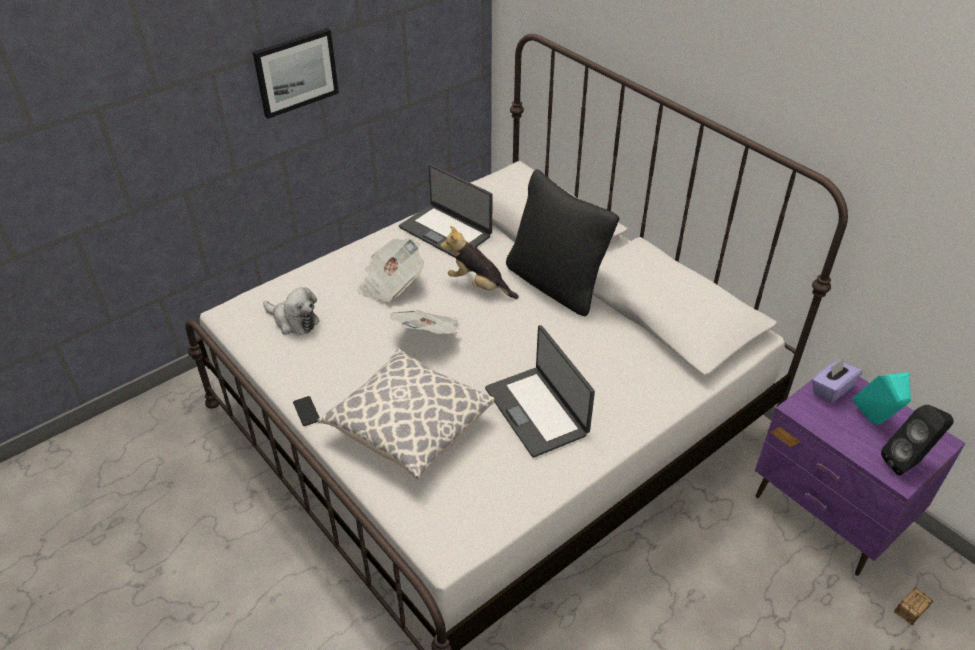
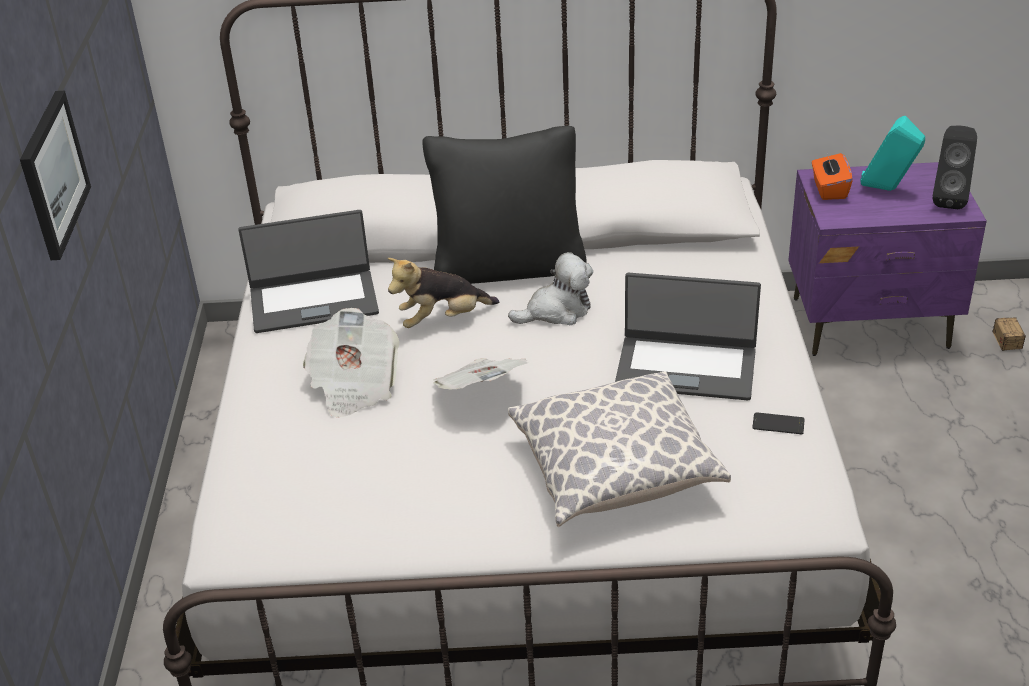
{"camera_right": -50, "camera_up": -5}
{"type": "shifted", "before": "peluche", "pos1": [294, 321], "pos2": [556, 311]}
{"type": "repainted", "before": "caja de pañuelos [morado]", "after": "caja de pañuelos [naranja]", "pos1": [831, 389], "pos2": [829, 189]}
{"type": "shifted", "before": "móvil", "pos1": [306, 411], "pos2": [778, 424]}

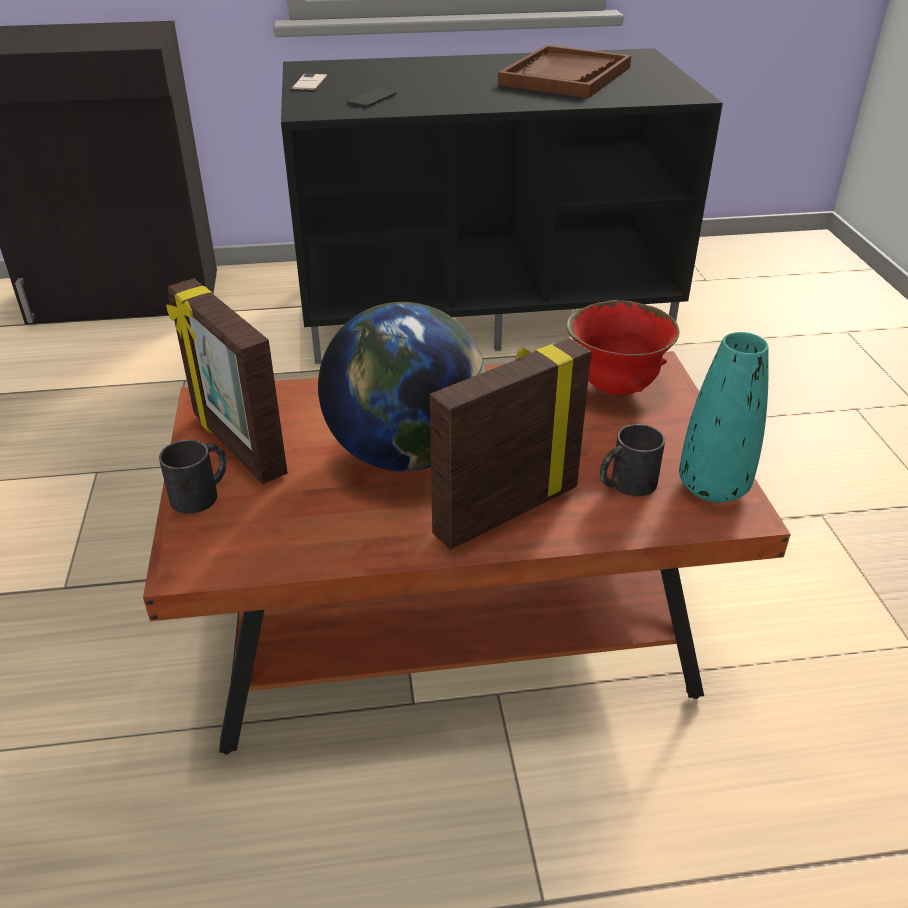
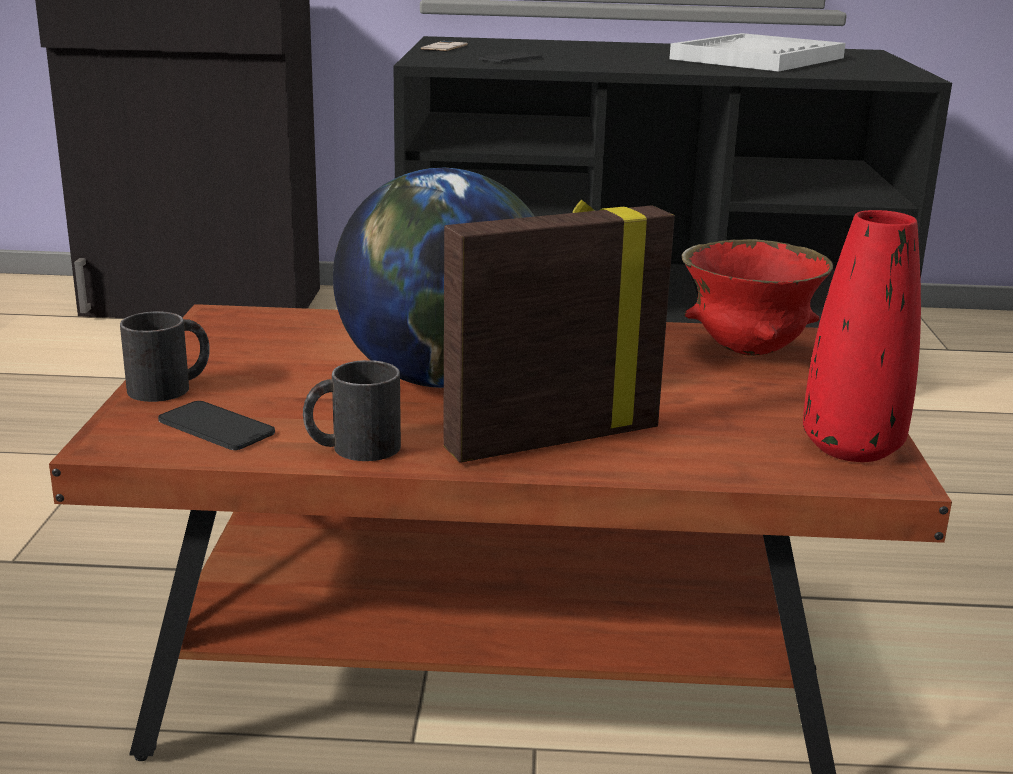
{"camera_right": 10, "camera_up": -15}
{"type": "repainted", "before": "bandeja [marrón]", "after": "bandeja [blanco]", "pos1": [565, 76], "pos2": [758, 58]}
{"type": "gone", "before": "portarretratos", "pos1": [237, 445]}
{"type": "repainted", "before": "florero [turquesa]", "after": "florero [rojo]", "pos1": [713, 487], "pos2": [851, 448]}
{"type": "shifted", "before": "taza grande [negro]", "pos1": [625, 484], "pos2": [352, 448]}
{"type": "new", "after": "móvil", "pos2": [216, 427]}

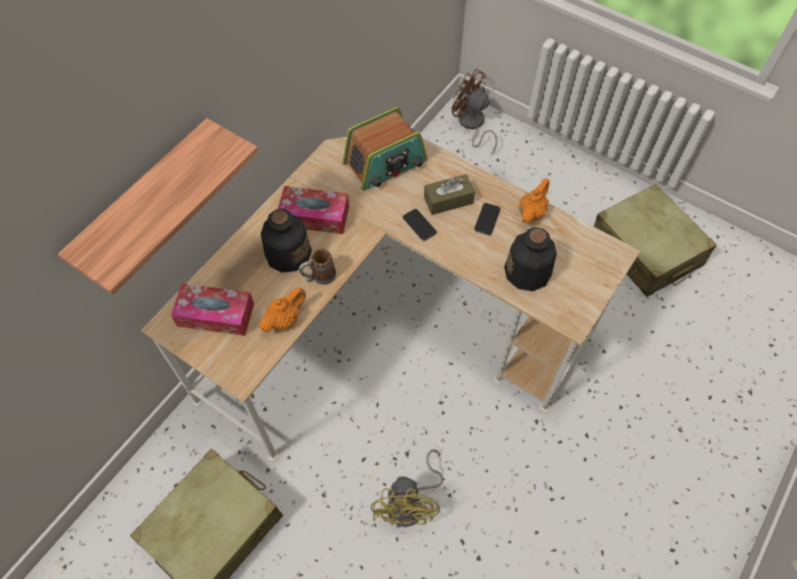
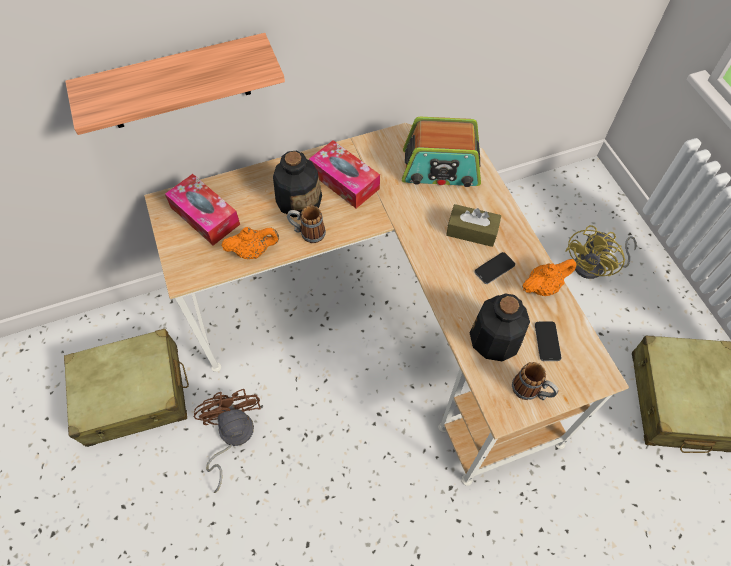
{"camera_right": 35, "camera_up": 0}
{"type": "shifted", "before": "ventilador [marrón]", "pos1": [472, 125], "pos2": [232, 437]}
{"type": "shifted", "before": "móvil", "pos1": [419, 225], "pos2": [547, 341]}
{"type": "shifted", "before": "ventilador [amarillo]", "pos1": [411, 503], "pos2": [595, 266]}
{"type": "new", "after": "taza grande", "pos2": [531, 391]}

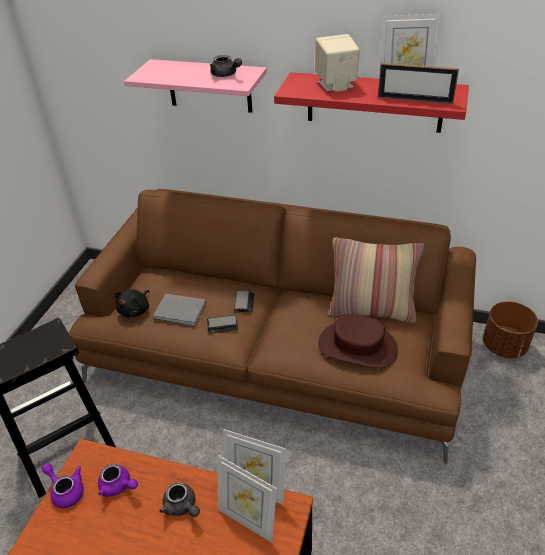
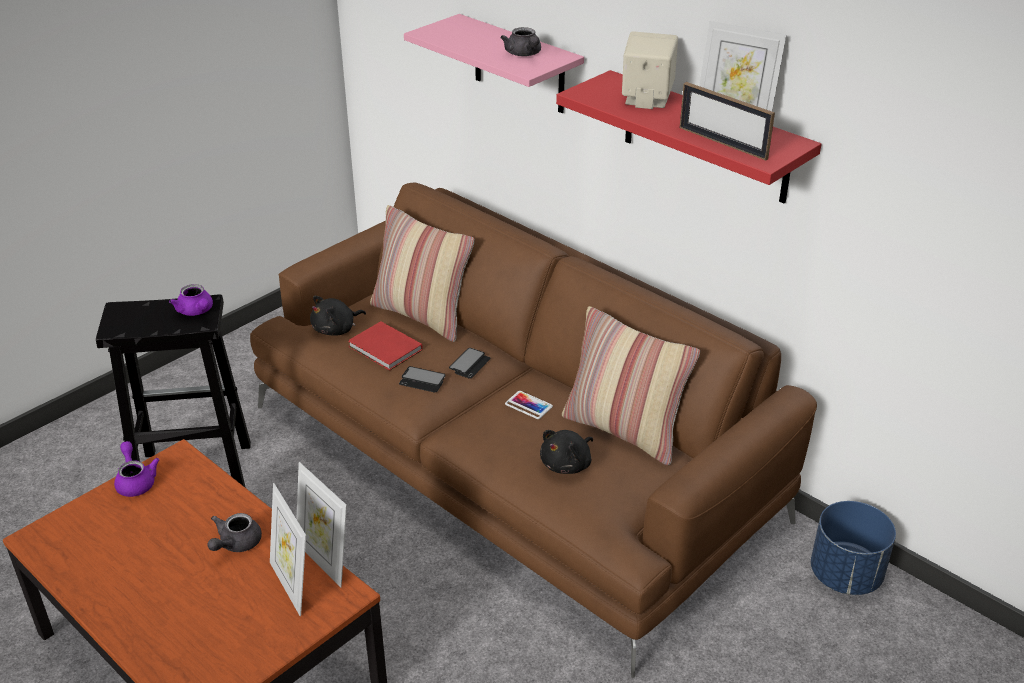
{"camera_right": 25, "camera_up": -5}
{"type": "repainted", "before": "libro [gris]", "after": "libro [rojo]", "pos1": [181, 312], "pos2": [385, 349]}
{"type": "repainted", "before": "maceta [marrón]", "after": "maceta [azul]", "pos1": [504, 346], "pos2": [846, 575]}
{"type": "swapped", "before": "sombrero [marrón]", "after": "peluche [negro]", "pos1": [357, 346], "pos2": [567, 464]}
{"type": "shifted", "before": "tetera [morado]", "pos1": [118, 486], "pos2": [196, 311]}
{"type": "rotated", "before": "tetera [gris]", "pos1": [182, 506], "pos2": [236, 544], "turn": 45}
{"type": "new", "after": "cojín", "pos2": [422, 315]}
{"type": "new", "after": "móvil", "pos2": [528, 405]}

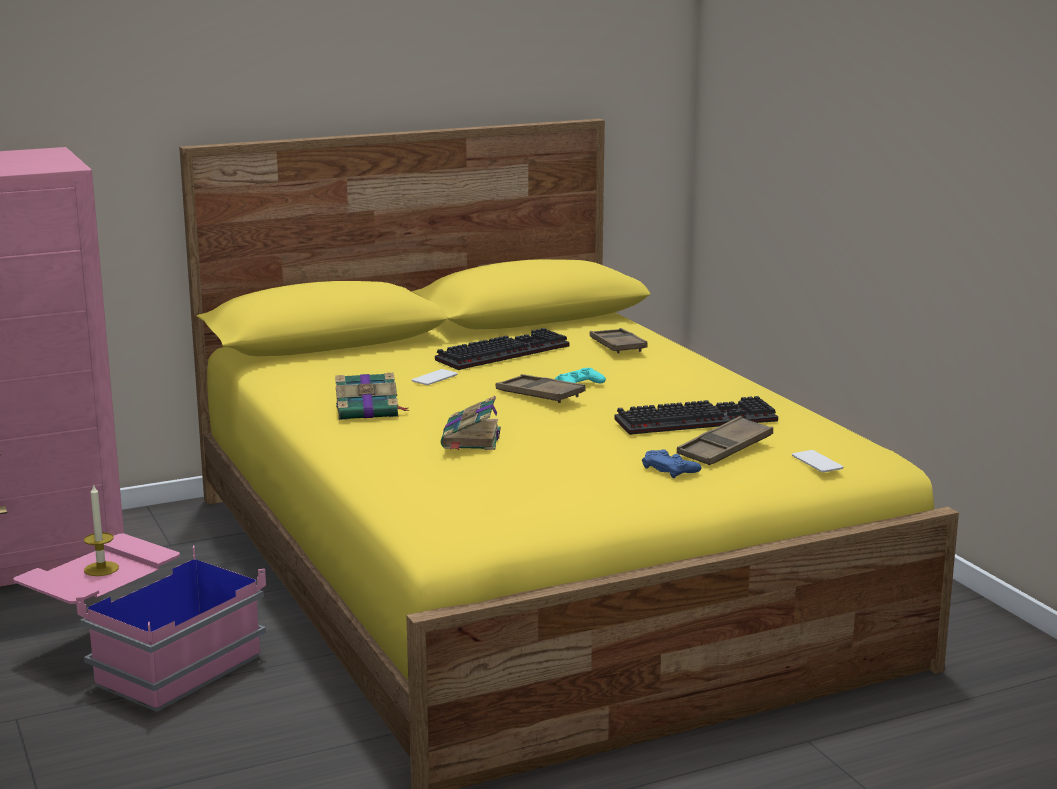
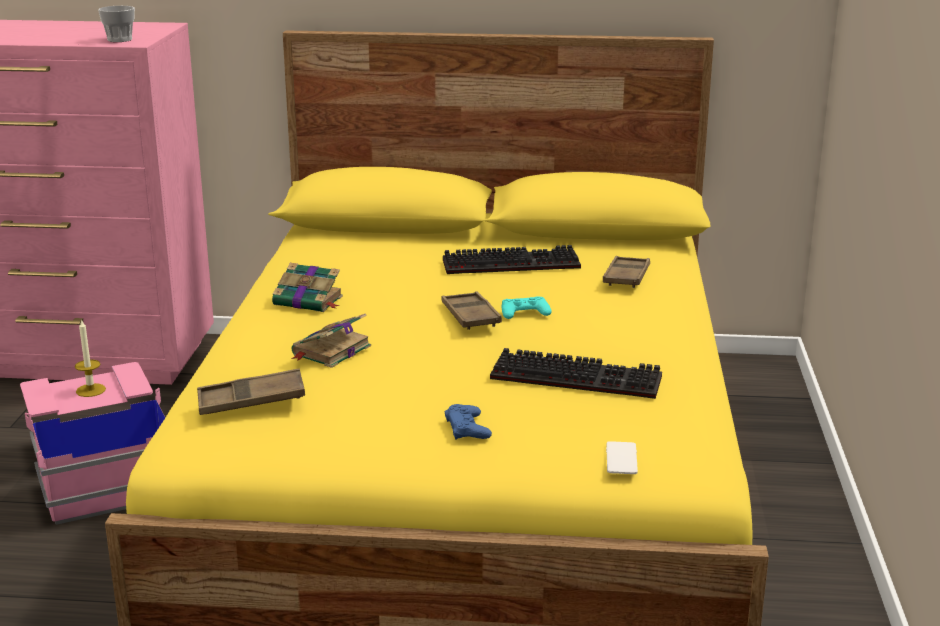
{"camera_right": 30, "camera_up": 5}
{"type": "gone", "before": "móvil", "pos1": [434, 378]}
{"type": "shifted", "before": "bandeja [marrón]", "pos1": [725, 449], "pos2": [251, 400]}
{"type": "new", "after": "taza", "pos2": [119, 40]}

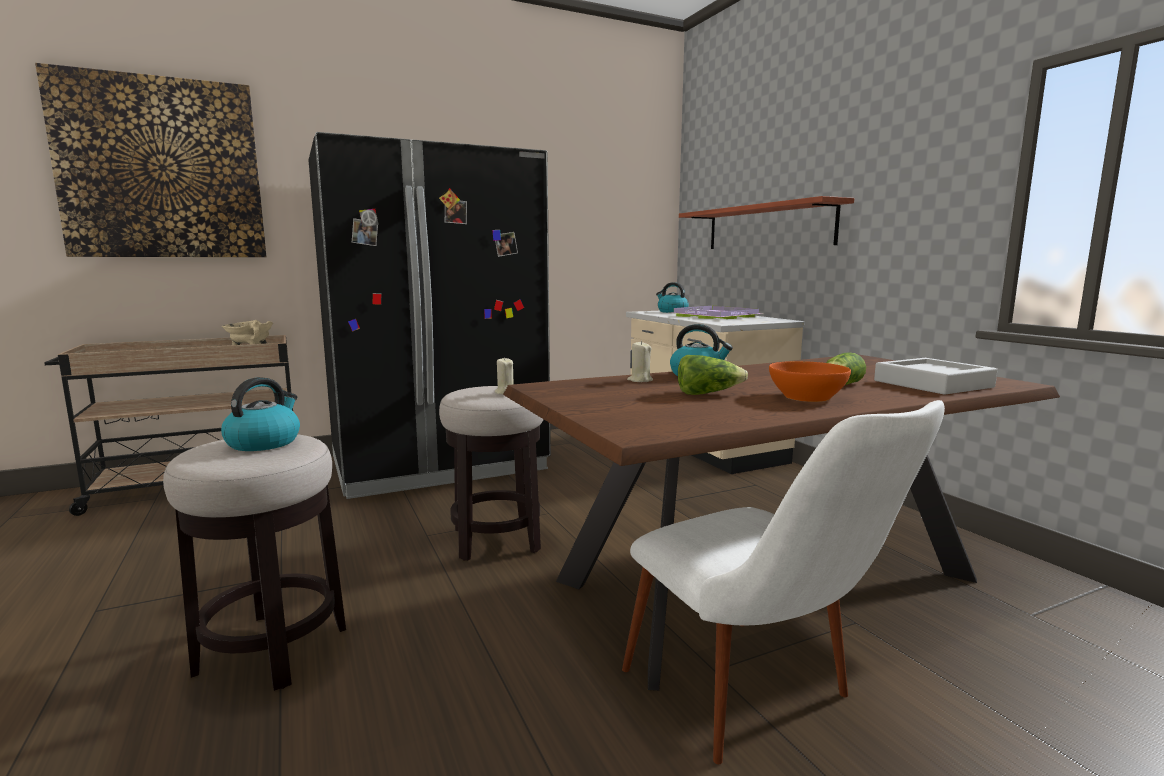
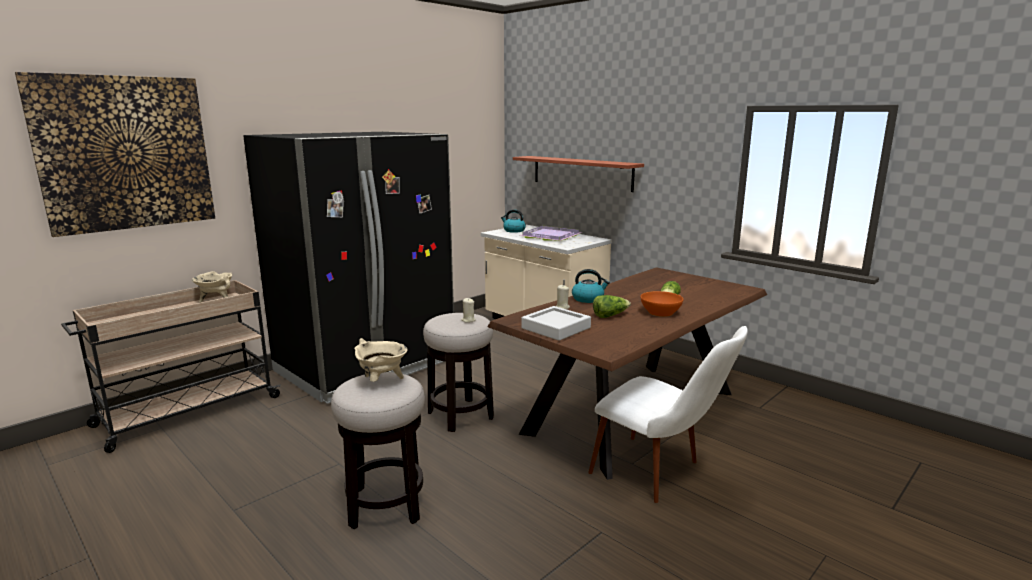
{"camera_right": -20, "camera_up": 5}
{"type": "shifted", "before": "bandeja [gris]", "pos1": [932, 384], "pos2": [556, 328]}
{"type": "swapped", "before": "hervidor", "after": "olla [beis]", "pos1": [264, 442], "pos2": [382, 382]}

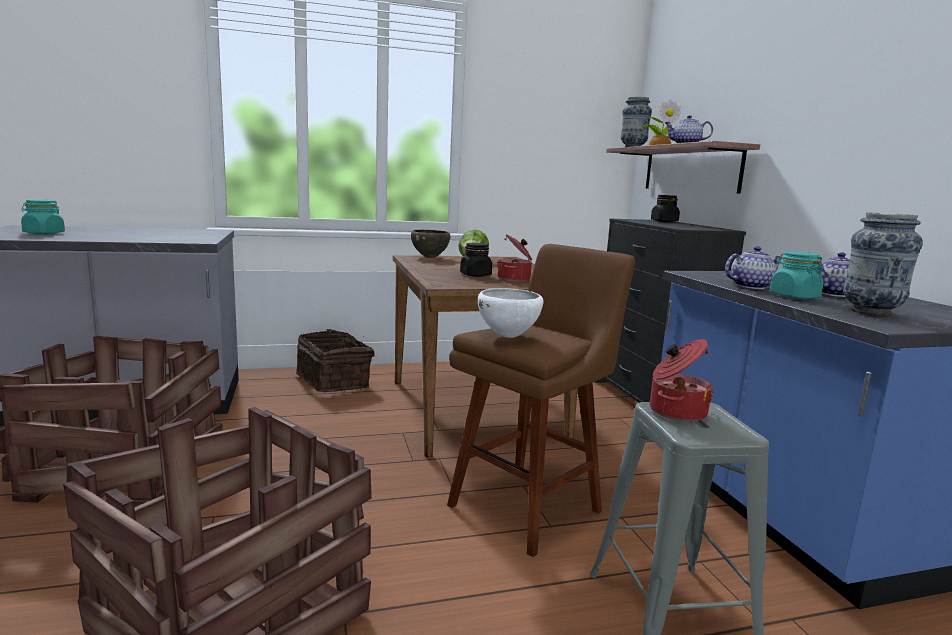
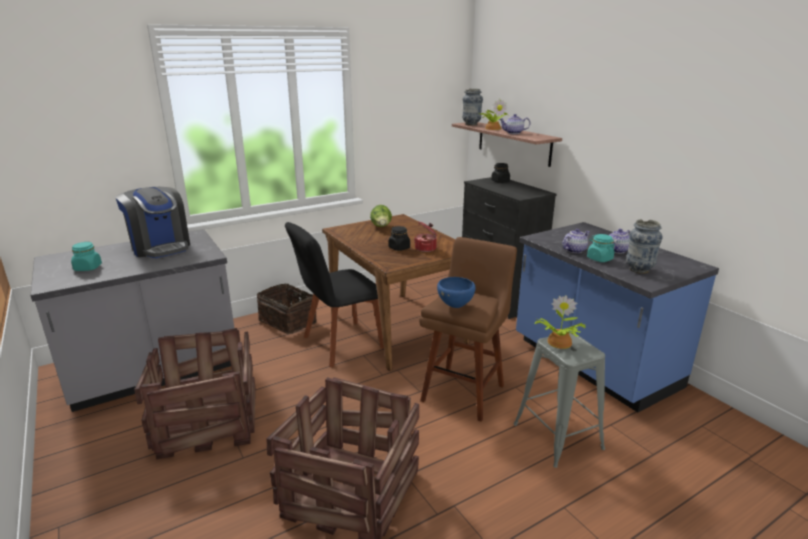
{"camera_right": -15, "camera_up": 10}
{"type": "gone", "before": "cuenco [marrón]", "pos1": [430, 257]}
{"type": "repainted", "before": "cuenco [blanco]", "after": "cuenco [azul]", "pos1": [508, 336], "pos2": [455, 306]}
{"type": "swapped", "before": "olla", "after": "planta en maceta", "pos1": [675, 411], "pos2": [558, 342]}
{"type": "new", "after": "cafetera", "pos2": [160, 247]}
{"type": "new", "after": "silla [negro]", "pos2": [340, 344]}

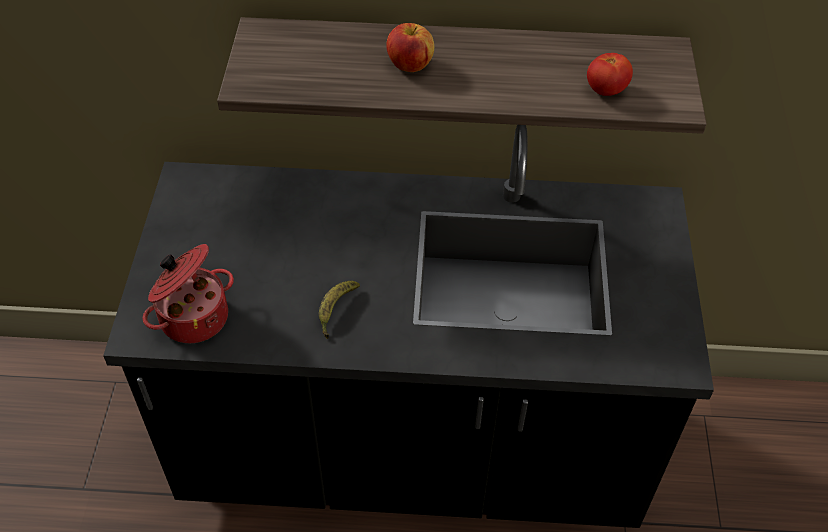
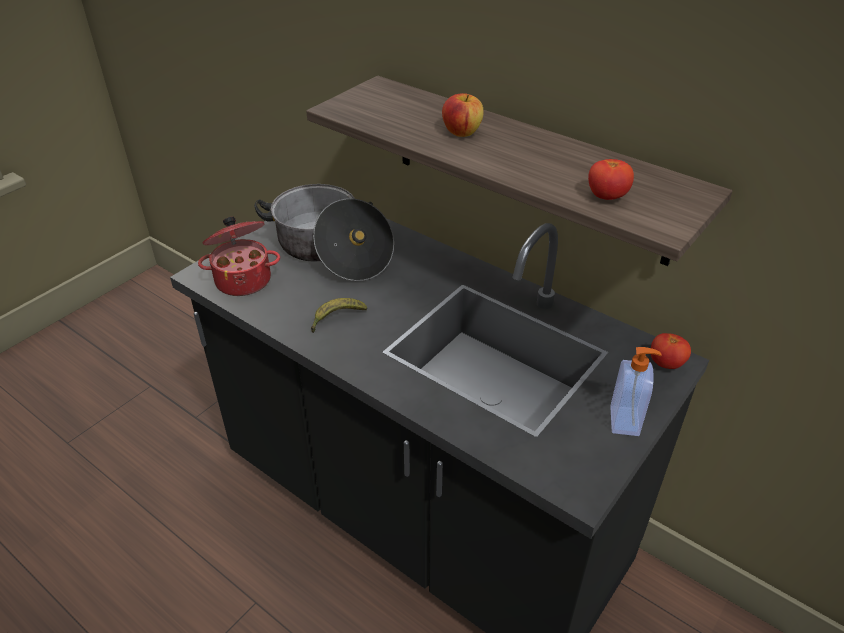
{"camera_right": 35, "camera_up": -10}
{"type": "new", "after": "olla", "pos2": [331, 250]}
{"type": "new", "after": "tomate", "pos2": [666, 364]}
{"type": "new", "after": "dispensador de jabón", "pos2": [626, 421]}

